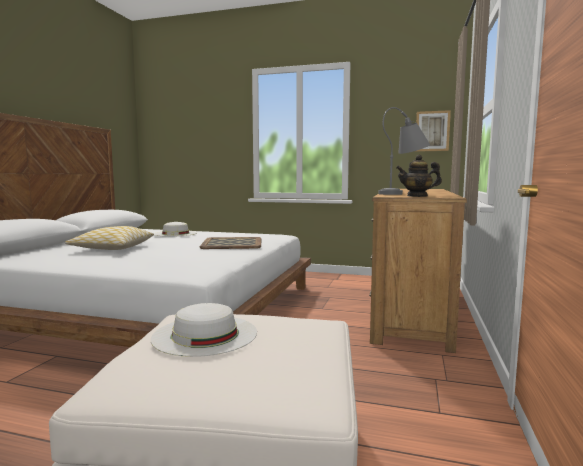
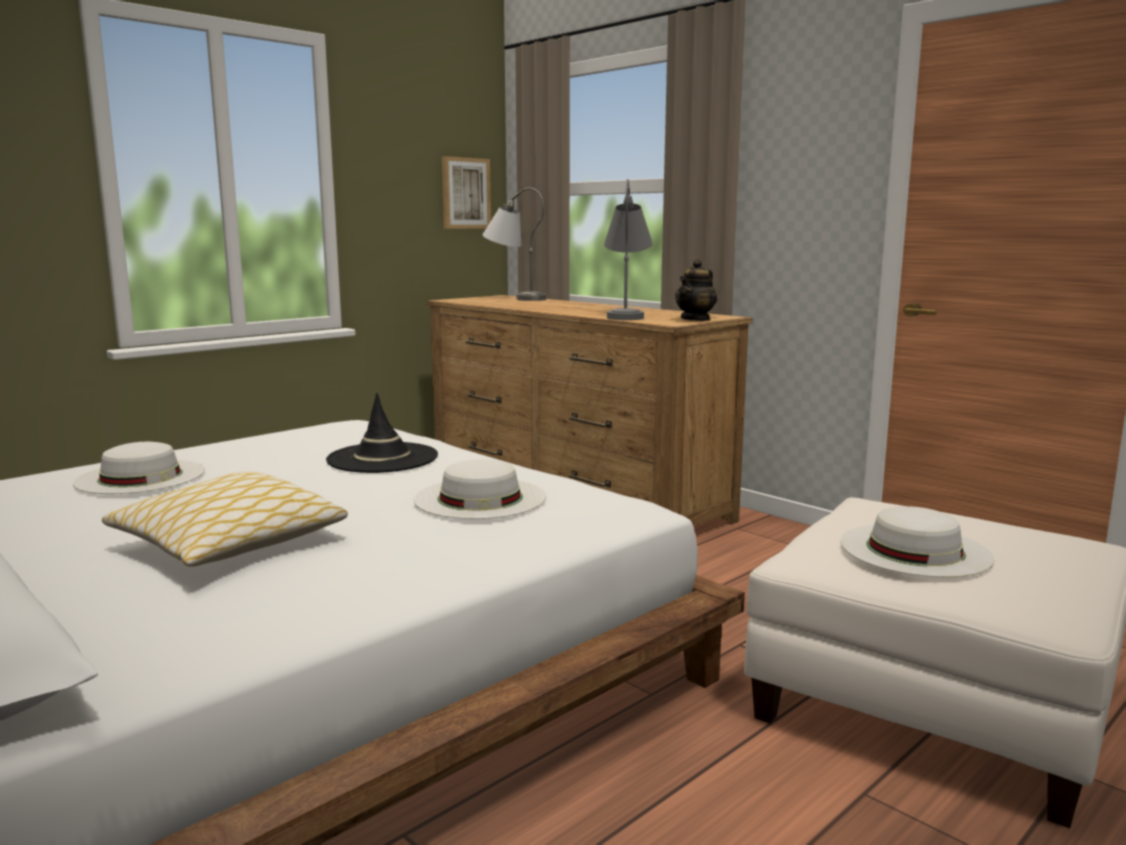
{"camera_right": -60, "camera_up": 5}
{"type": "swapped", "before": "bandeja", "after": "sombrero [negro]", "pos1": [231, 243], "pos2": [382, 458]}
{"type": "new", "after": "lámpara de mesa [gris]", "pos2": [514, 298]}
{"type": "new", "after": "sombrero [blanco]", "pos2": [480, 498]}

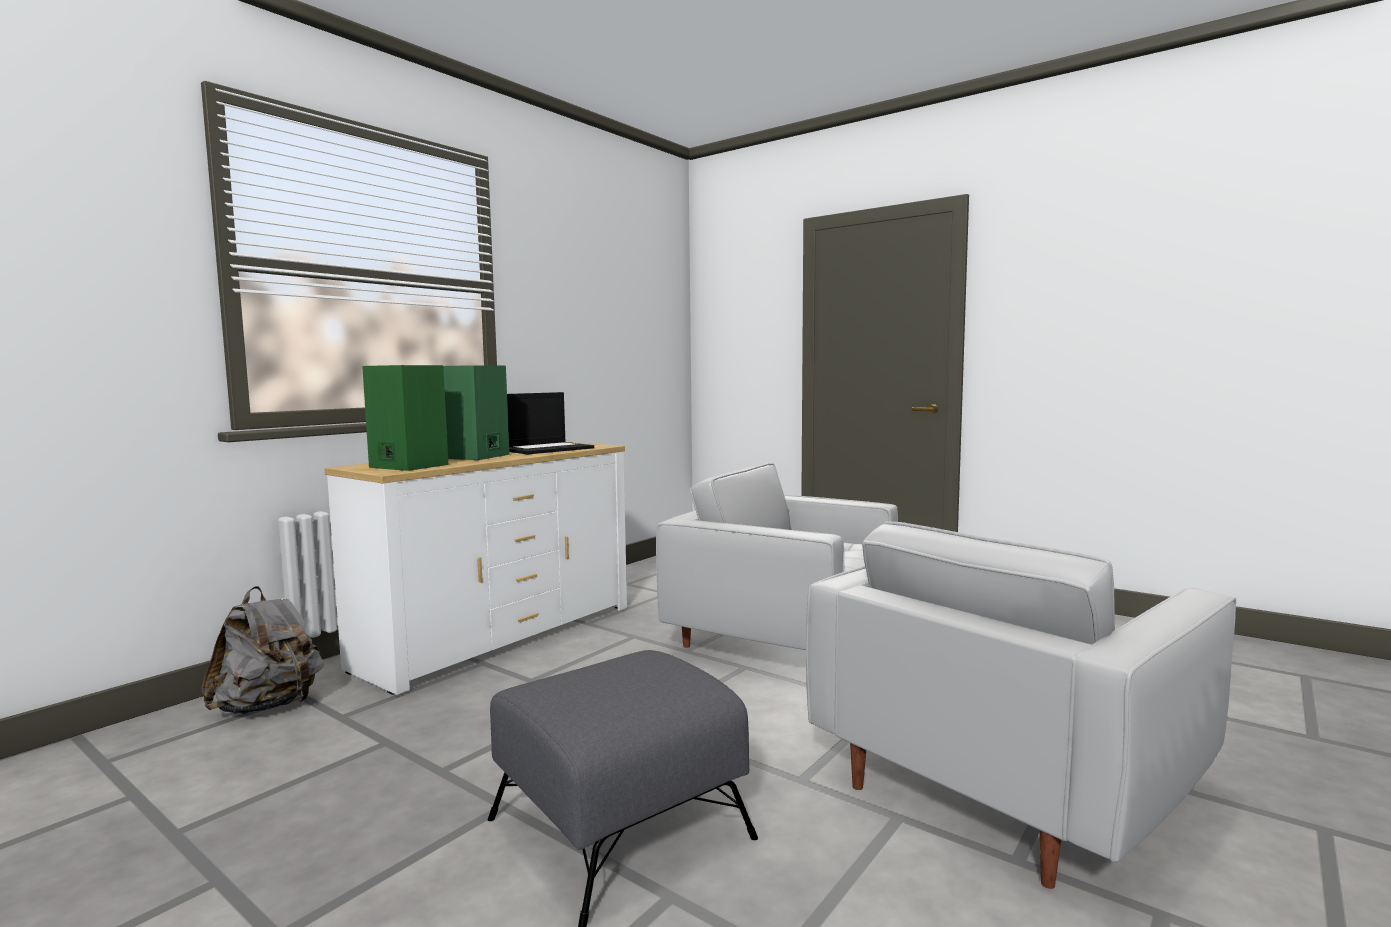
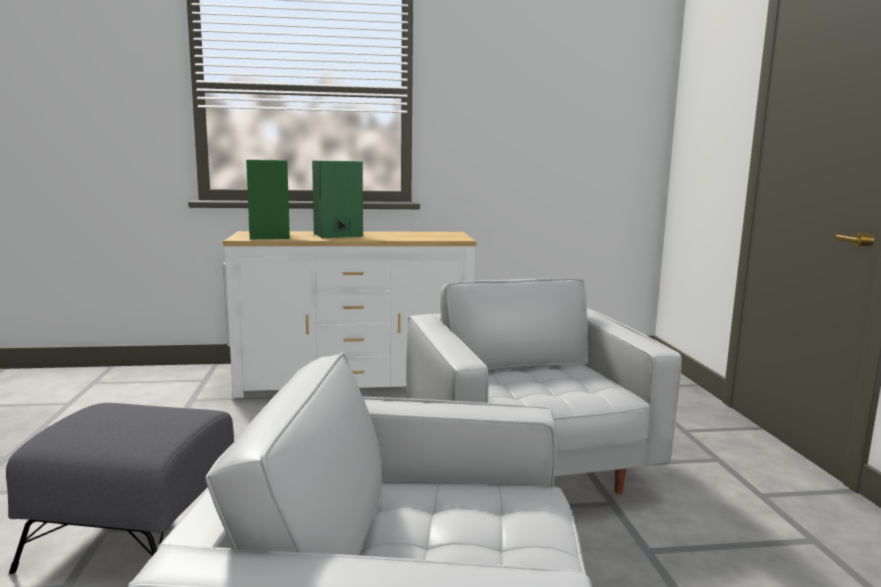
{"camera_right": 45, "camera_up": 5}
{"type": "gone", "before": "portátil", "pos1": [547, 449]}
{"type": "gone", "before": "mochila [gris]", "pos1": [269, 707]}

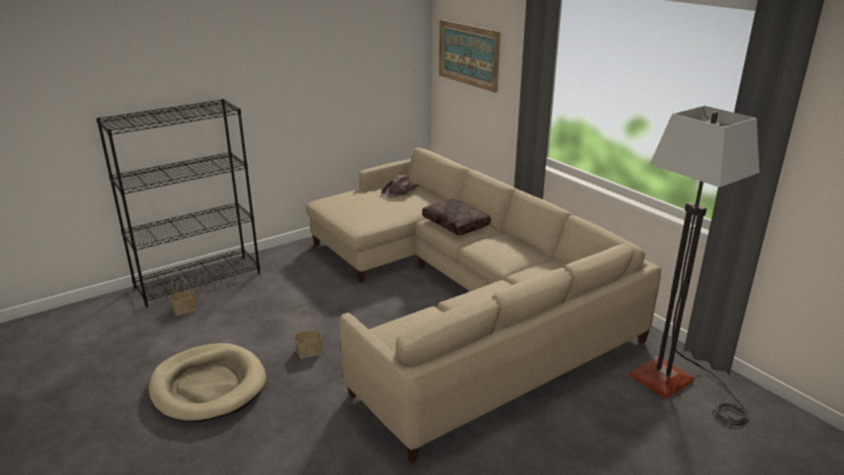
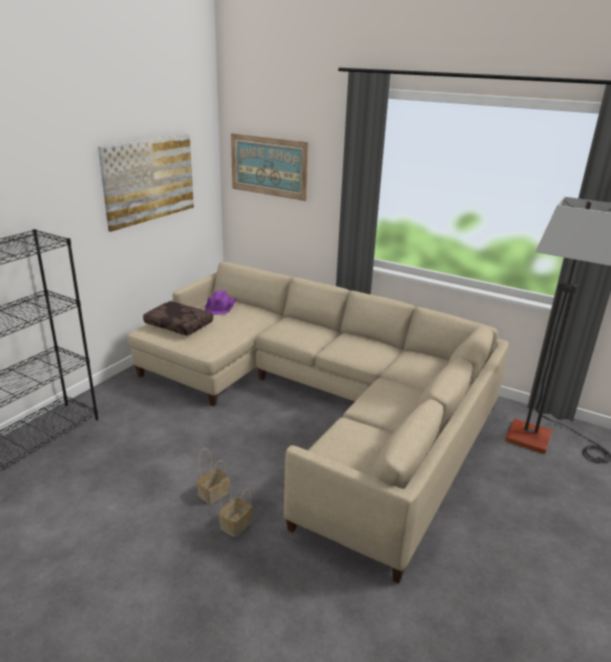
{"camera_right": -25, "camera_up": 0}
{"type": "repainted", "before": "sombrero [marrón]", "after": "sombrero [morado]", "pos1": [400, 191], "pos2": [220, 307]}
{"type": "shifted", "before": "cojín [marrón]", "pos1": [456, 223], "pos2": [180, 324]}
{"type": "shifted", "before": "cesta", "pos1": [185, 309], "pos2": [236, 524]}
{"type": "gone", "before": "cama para perro [beis]", "pos1": [208, 386]}
{"type": "new", "after": "cuadro", "pos2": [149, 180]}

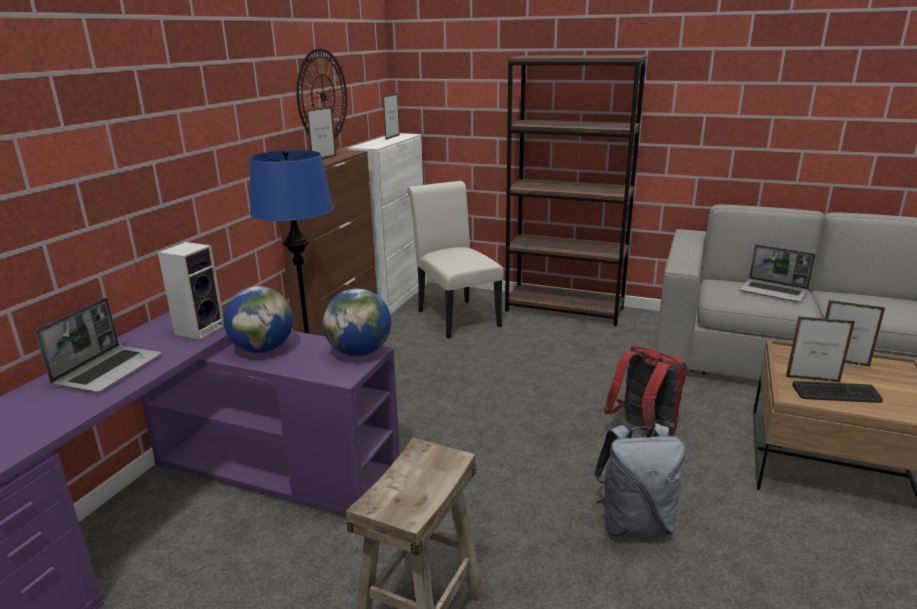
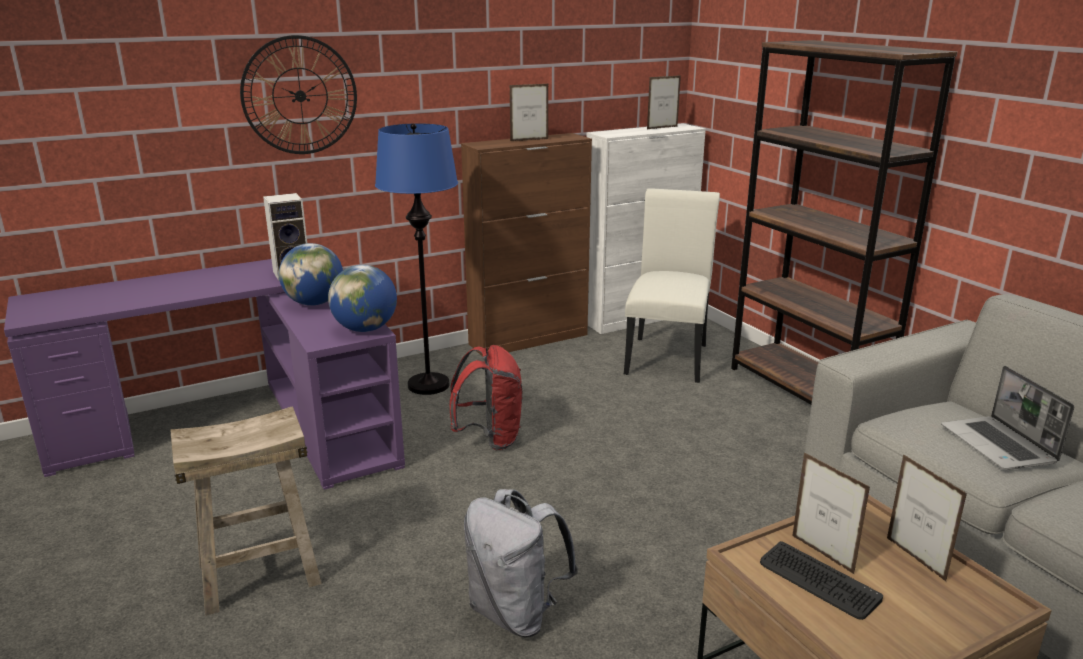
{"camera_right": 40, "camera_up": 0}
{"type": "shifted", "before": "reloj de pared", "pos1": [323, 96], "pos2": [300, 96]}
{"type": "gone", "before": "portátil", "pos1": [109, 370]}
{"type": "shifted", "before": "mochila [rojo]", "pos1": [643, 431], "pos2": [490, 438]}

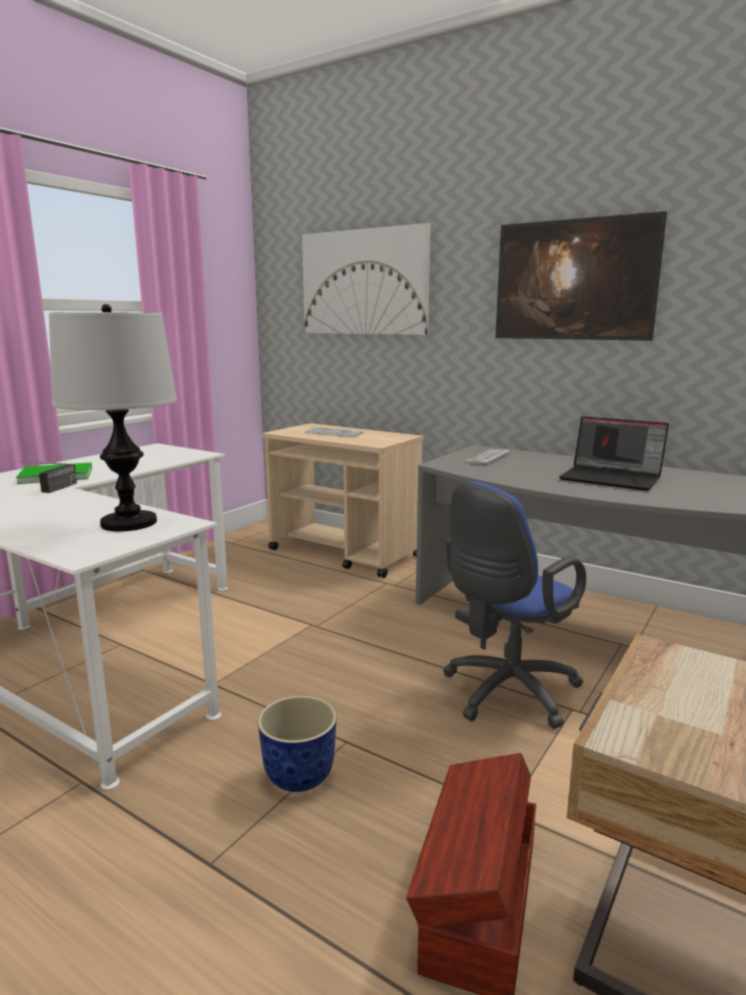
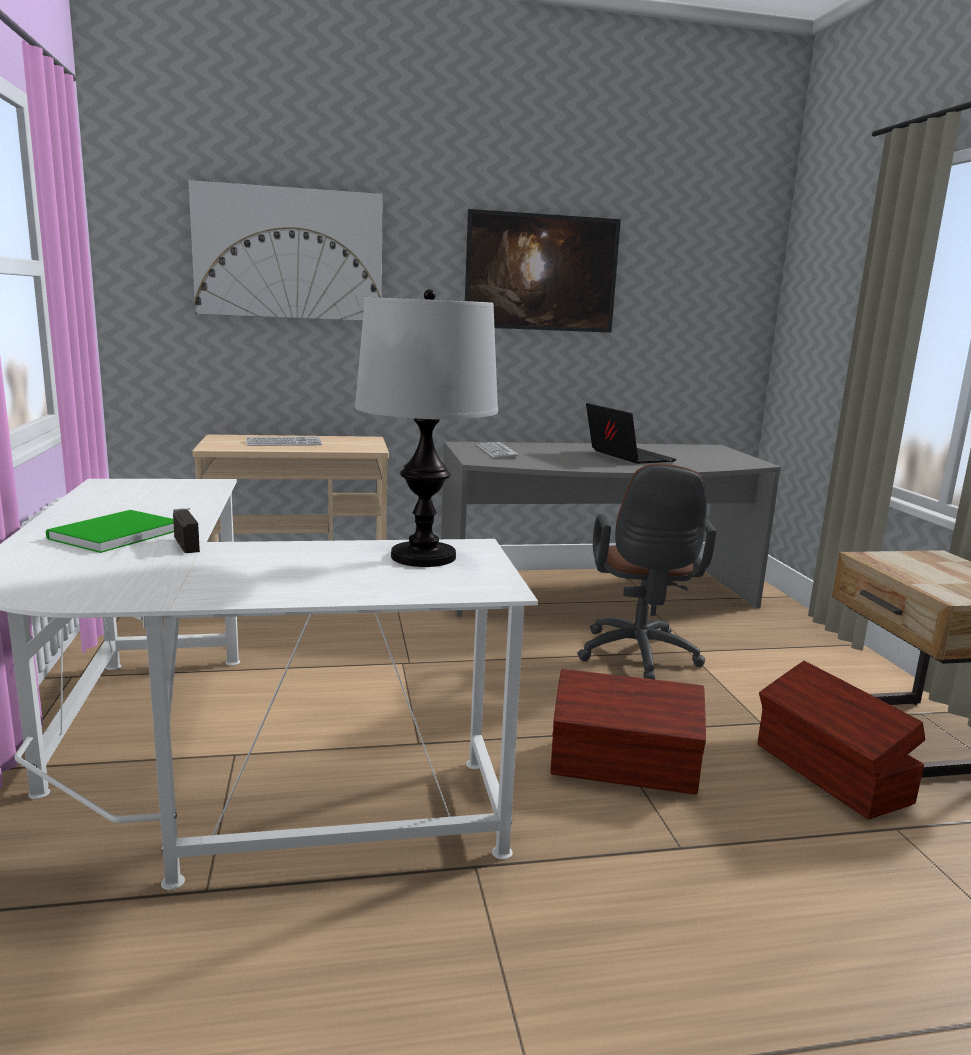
{"camera_right": -45, "camera_up": 0}
{"type": "rotated", "before": "portátil", "pos1": [612, 478], "pos2": [626, 456], "turn": -105}
{"type": "repainted", "before": "silla de oficina [azul]", "after": "silla de oficina [marrón]", "pos1": [505, 694], "pos2": [638, 658]}
{"type": "swapped", "before": "maceta", "after": "caja de almacenaje [marrón]", "pos1": [300, 777], "pos2": [624, 768]}

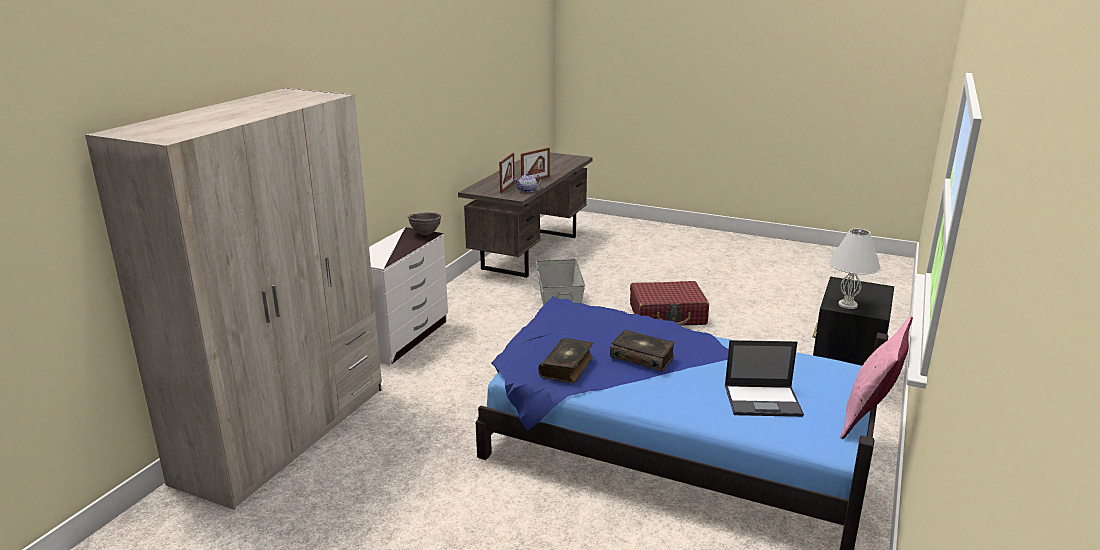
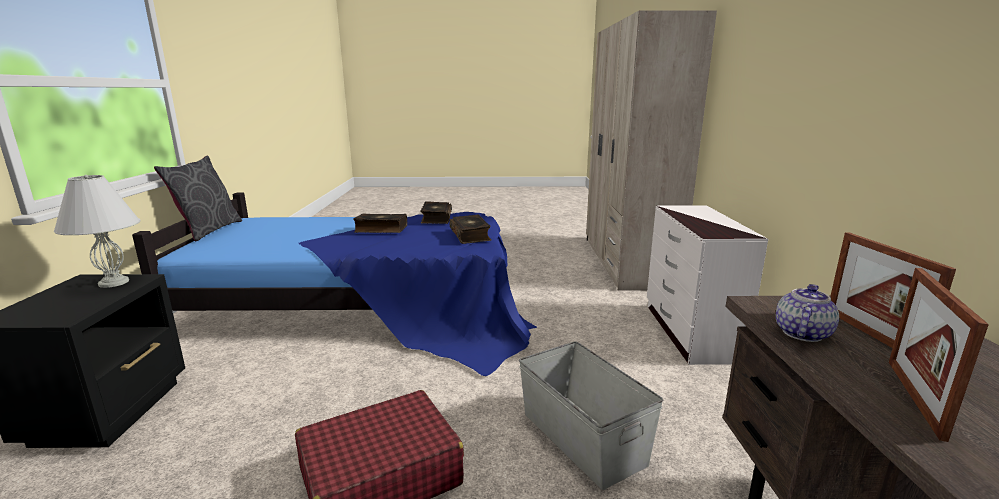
{"camera_right": 155, "camera_up": -5}
{"type": "gone", "before": "cuenco [marrón]", "pos1": [425, 234]}
{"type": "repainted", "before": "cojín [rosa]", "after": "cojín [gris]", "pos1": [869, 418], "pos2": [208, 230]}
{"type": "gone", "before": "portátil", "pos1": [763, 401]}
{"type": "new", "after": "libro", "pos2": [470, 235]}

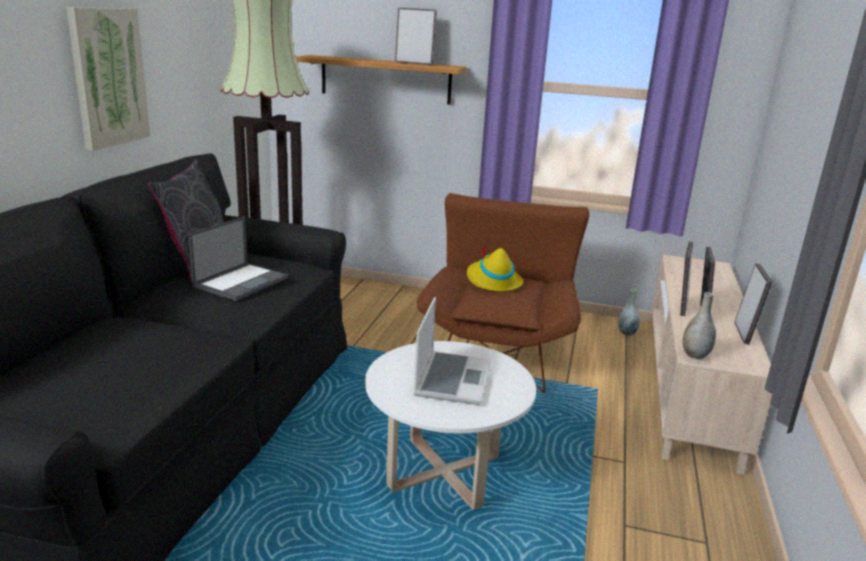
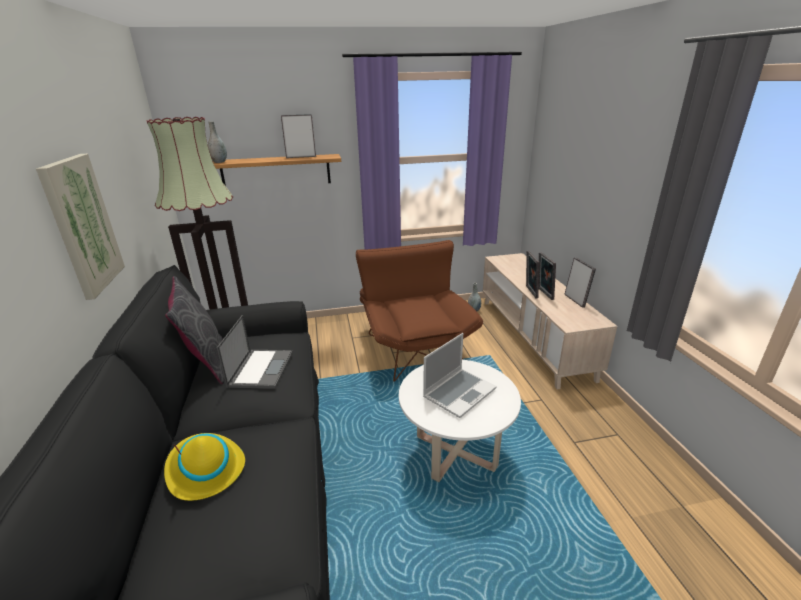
{"camera_right": -25, "camera_up": 5}
{"type": "shifted", "before": "sombrero [amarillo]", "pos1": [492, 281], "pos2": [205, 469]}
{"type": "shifted", "before": "florero [gris]", "pos1": [695, 355], "pos2": [219, 162]}
{"type": "rotated", "before": "portátil", "pos1": [451, 379], "pos2": [459, 392], "turn": 60}

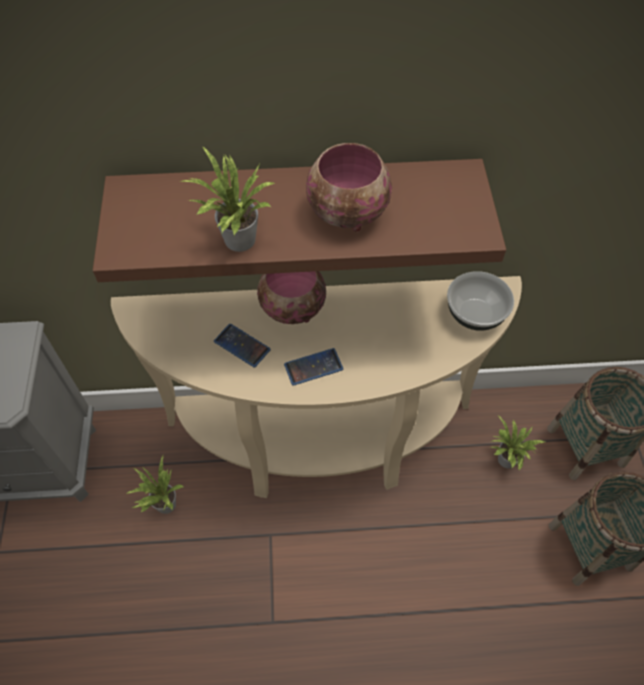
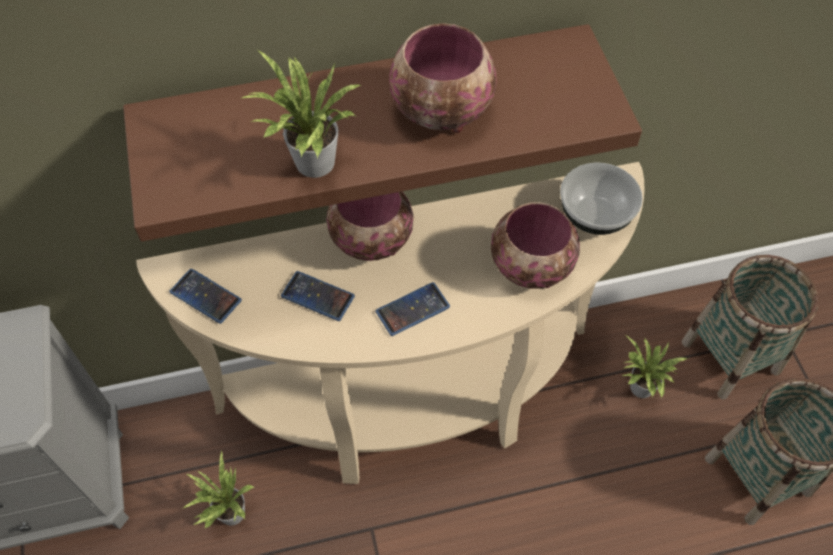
{"camera_right": -10, "camera_up": 0}
{"type": "new", "after": "cuenco", "pos2": [529, 268]}
{"type": "new", "after": "móvil", "pos2": [205, 296]}

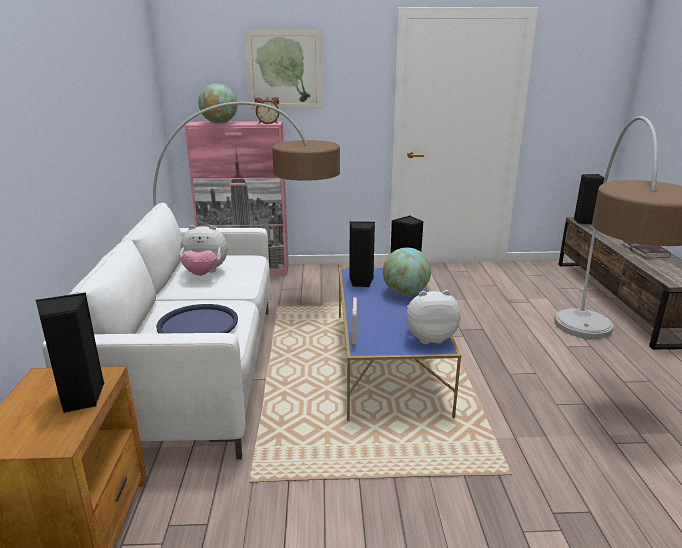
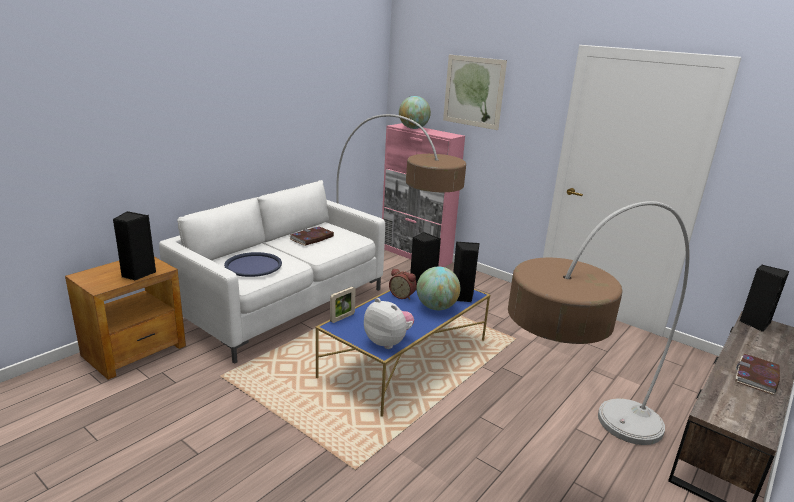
{"camera_right": 40, "camera_up": 0}
{"type": "shifted", "before": "despertador", "pos1": [267, 123], "pos2": [402, 295]}
{"type": "swapped", "before": "peluche", "after": "libro", "pos1": [204, 273], "pos2": [312, 238]}

